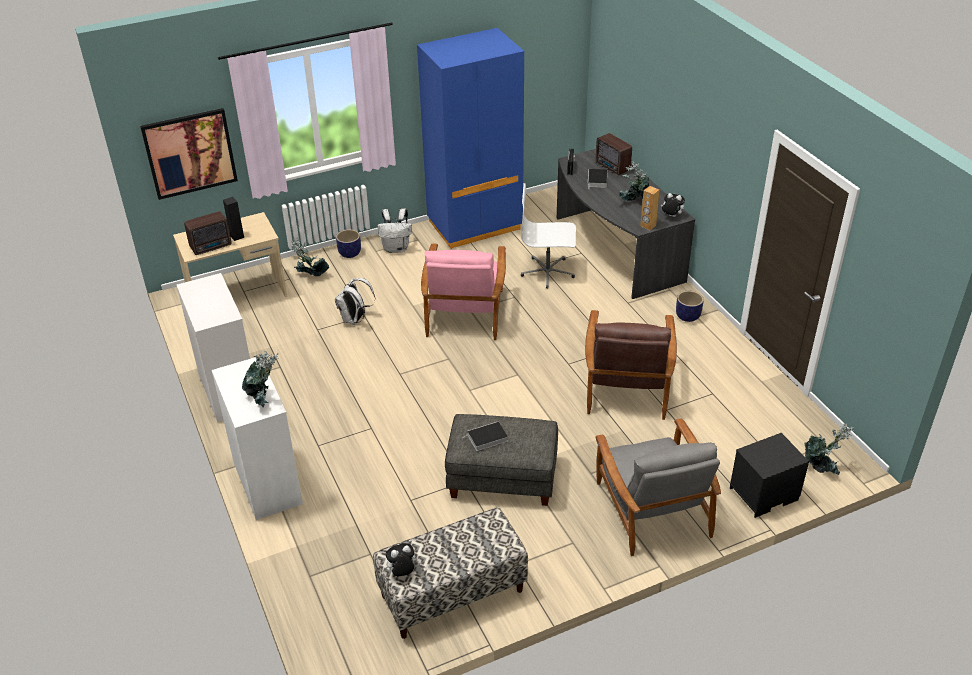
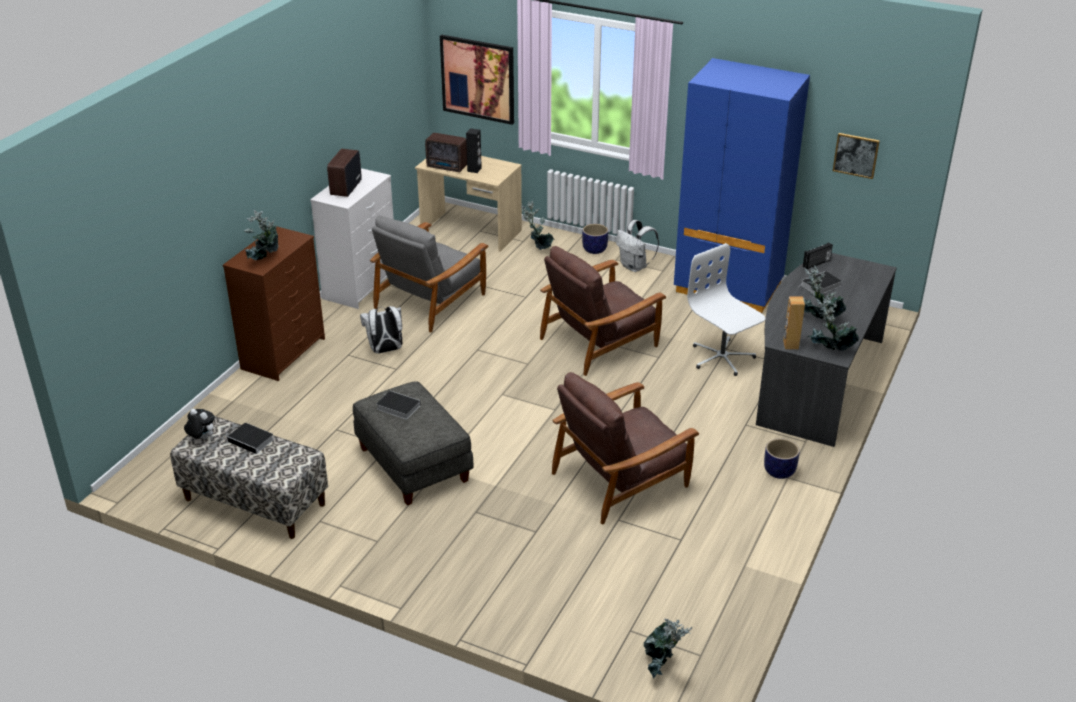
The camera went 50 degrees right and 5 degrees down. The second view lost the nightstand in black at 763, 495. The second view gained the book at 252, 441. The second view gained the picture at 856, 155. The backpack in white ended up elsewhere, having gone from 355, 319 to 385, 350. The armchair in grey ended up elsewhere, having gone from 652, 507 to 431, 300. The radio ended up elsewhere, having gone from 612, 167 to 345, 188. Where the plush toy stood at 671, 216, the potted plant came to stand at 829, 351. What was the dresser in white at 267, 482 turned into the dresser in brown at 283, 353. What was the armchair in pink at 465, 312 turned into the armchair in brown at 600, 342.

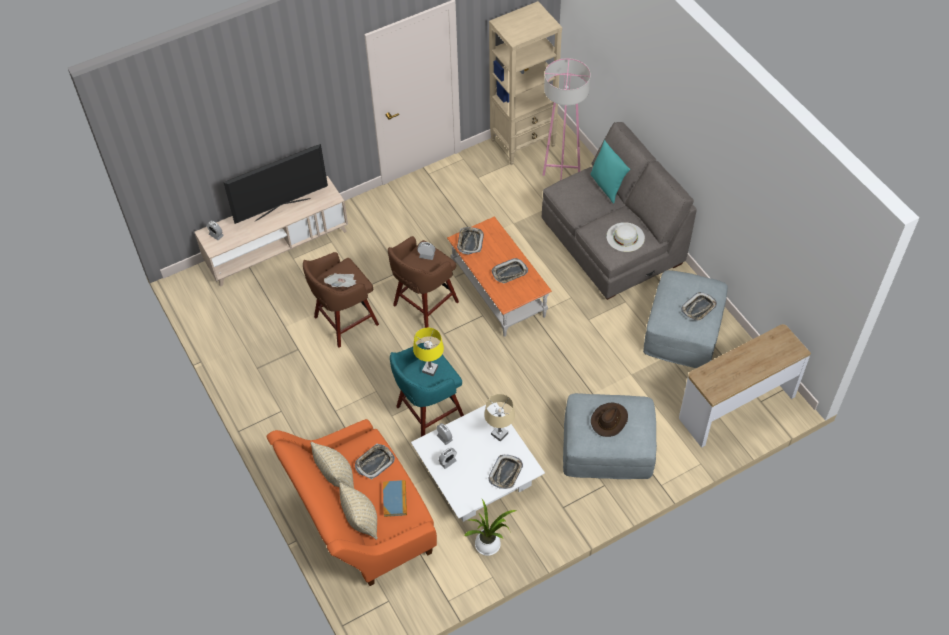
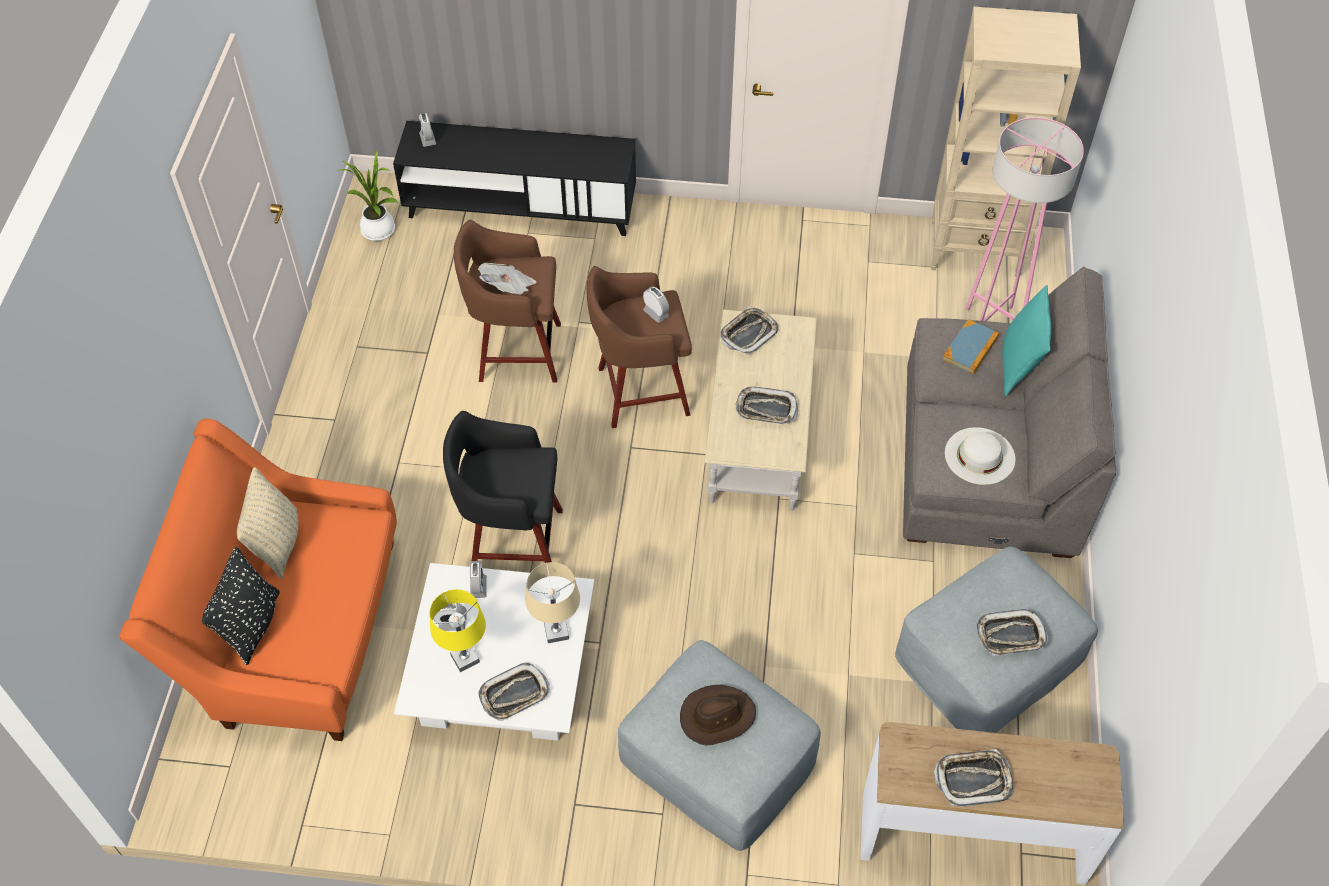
The camera went 35 degrees right and 0 degrees up. The second view lost the television at 282, 209. The tray ended up elsewhere, having gone from 374, 462 to 973, 780. The book ended up elsewhere, having gone from 395, 499 to 970, 349. The table lamp in yellow ended up elsewhere, having gone from 430, 369 to 465, 658. The potted plant ended up elsewhere, having gone from 490, 545 to 380, 232. What was the tv stand in beige at 277, 247 turned into the tv stand in black at 521, 207. What was the pillow in beige at 361, 521 turned into the pillow in black at 252, 625. What was the stool in turquoise at 428, 413 turned into the stool in black at 512, 542. What was the coffee table in orange at 498, 291 turned into the coffee table in beige at 758, 433.

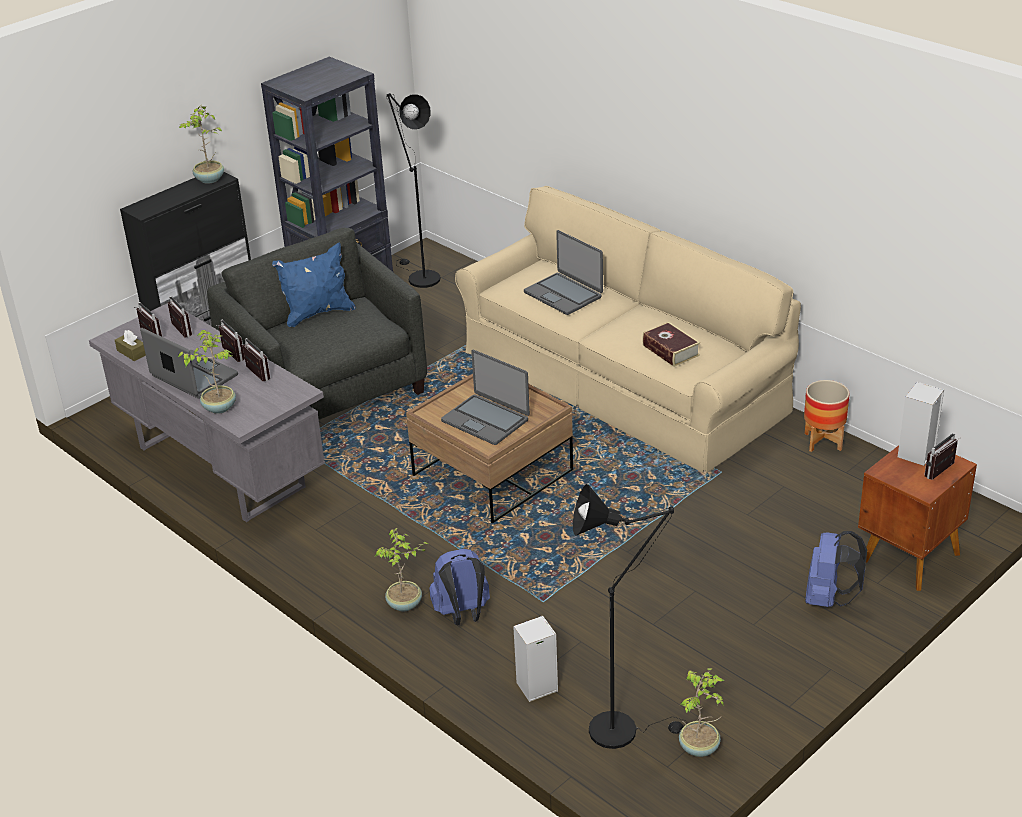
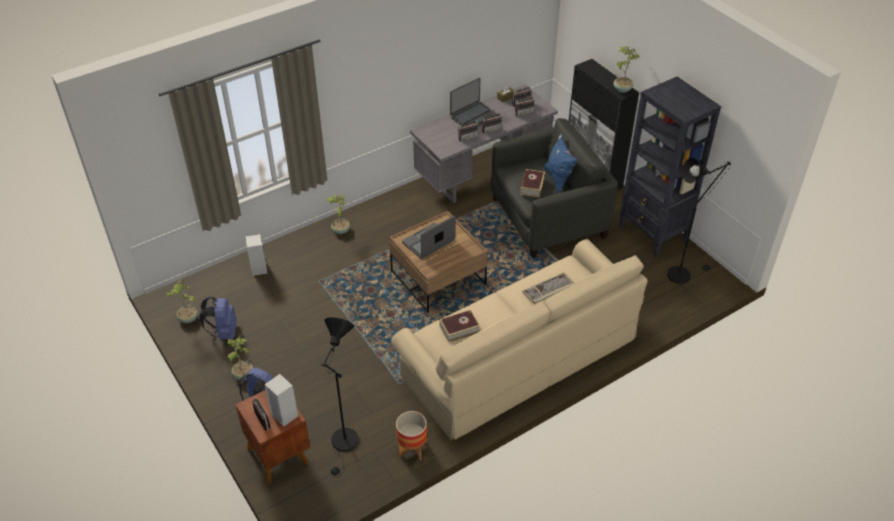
The camera went 100 degrees right and 10 degrees up. The second view gained the book at 532, 186. The potted plant ended up elsewhere, having gone from 219, 407 to 244, 375. The backpack in blue ended up elsewhere, having gone from 462, 614 to 224, 332. The floor lamp in black ended up elsewhere, having gone from 622, 728 to 344, 445. Where the laptop stood at 563, 294, the keyboard came to stand at 548, 290.

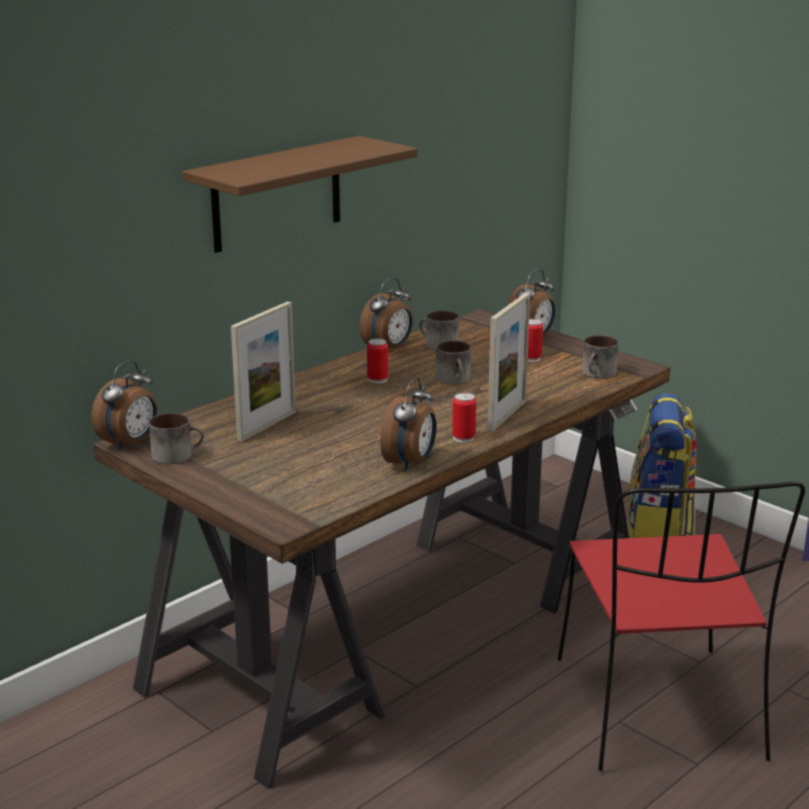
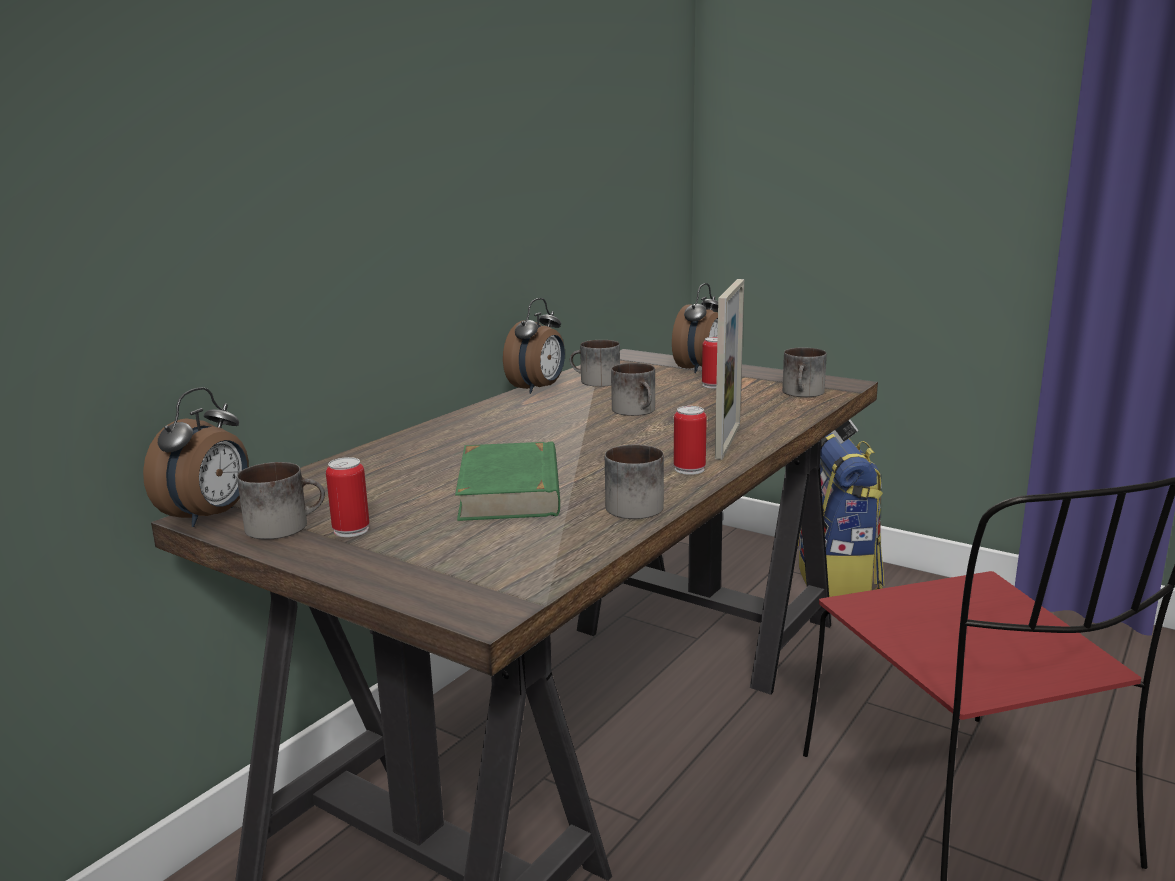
The camera went 10 degrees left and 5 degrees down. The second view lost the shelf in brown at 277, 194. The second view lost the picture frame at 267, 426. The second view gained the book in green at 511, 490. The can ended up elsewhere, having gone from 377, 379 to 351, 530. Where the alarm clock stood at 410, 463, the mug came to stand at 636, 504.

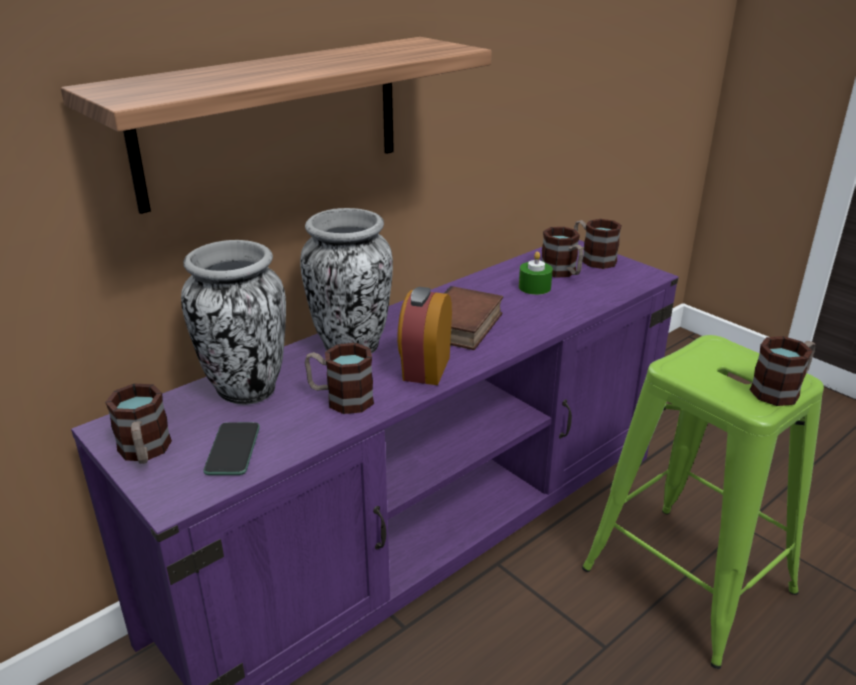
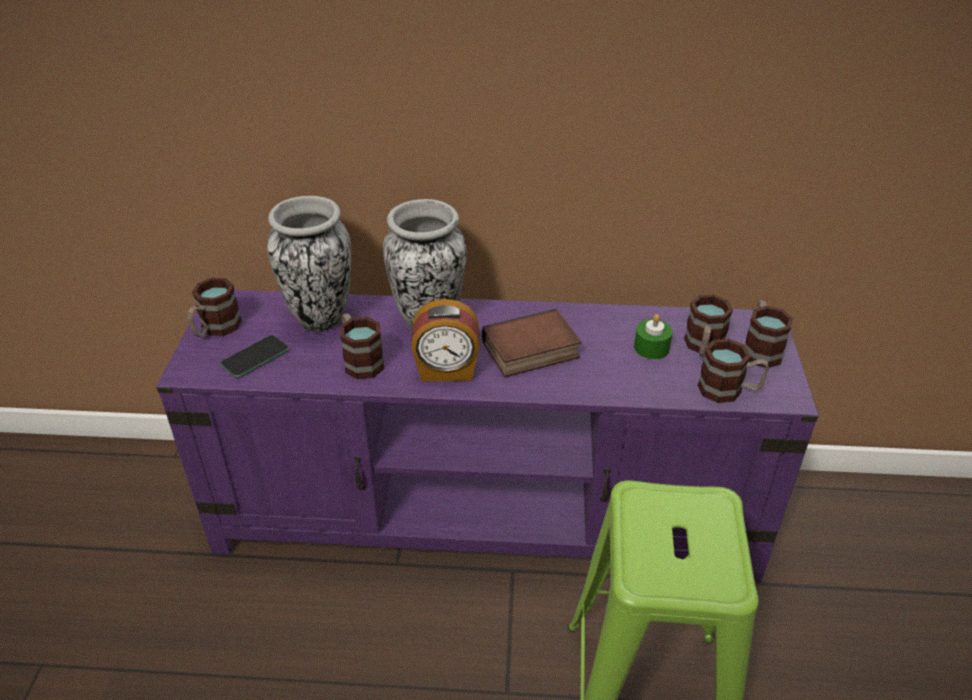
The camera went 45 degrees right and 10 degrees up. The second view lost the shelf at 272, 120. The mug ended up elsewhere, having gone from 781, 390 to 729, 390. The alarm clock at 425, 368 ended up facing another way, 150 degrees counterclockwise from before.

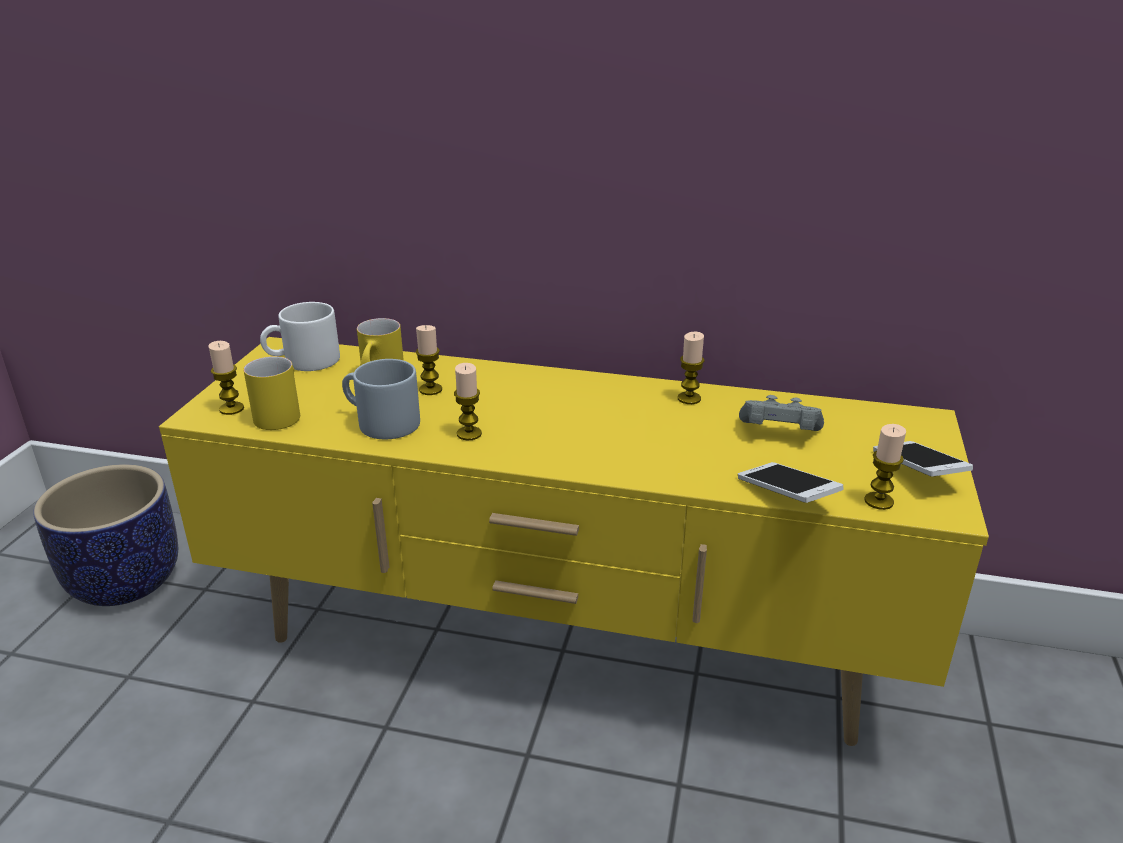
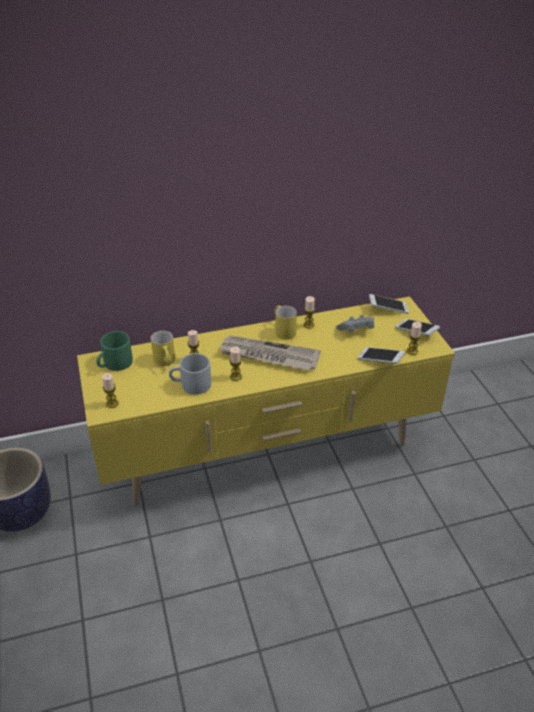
The camera went 30 degrees left and 10 degrees up. The second view gained the newspaper at 268, 356. The second view gained the phone at 387, 309. The mug in yellow ended up elsewhere, having gone from 281, 413 to 283, 330. What was the mug in white at 303, 362 turned into the mug in green at 115, 364.

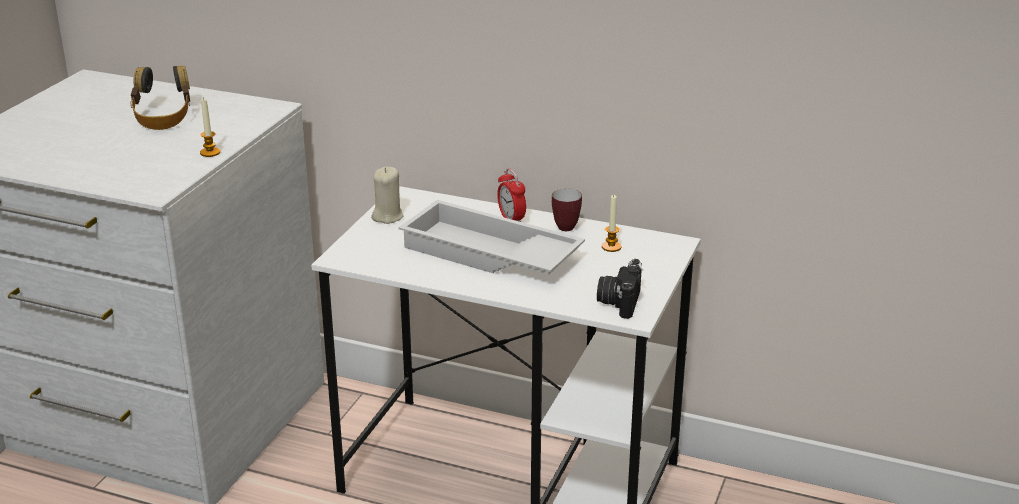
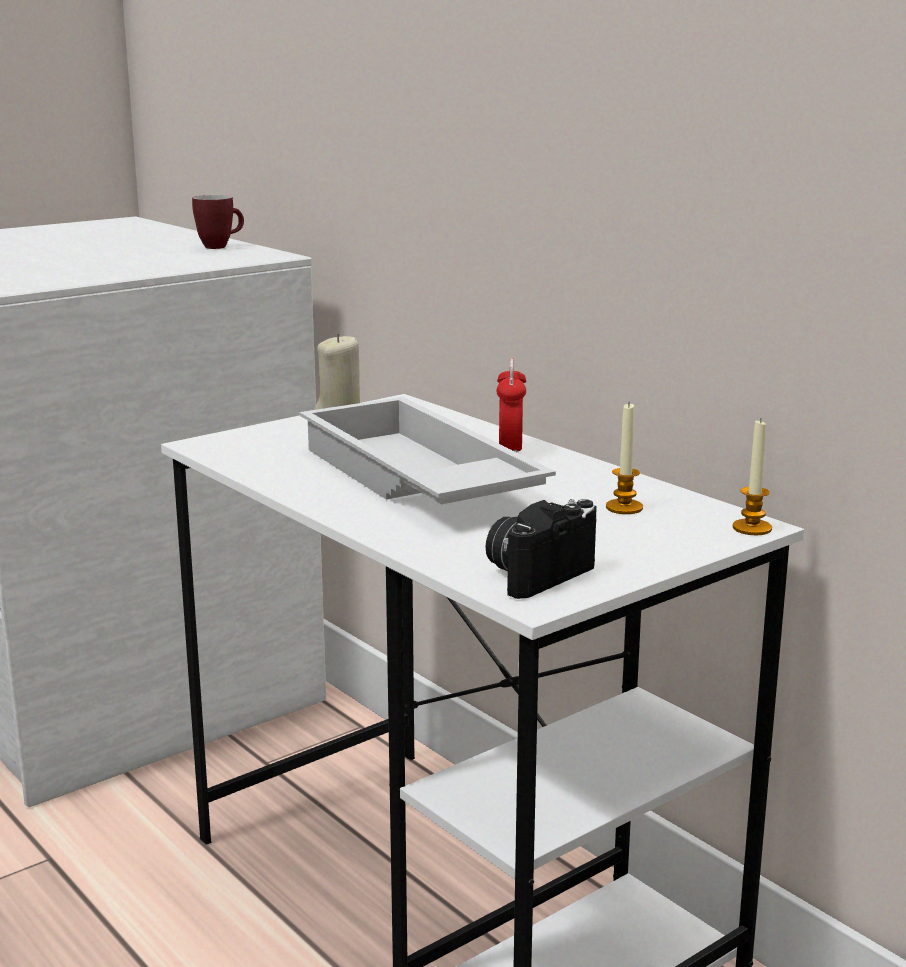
The camera went 30 degrees right and 10 degrees down. The second view lost the headphones at 163, 118. The candle ended up elsewhere, having gone from 210, 152 to 752, 528. The mug ended up elsewhere, having gone from 567, 226 to 220, 246.

